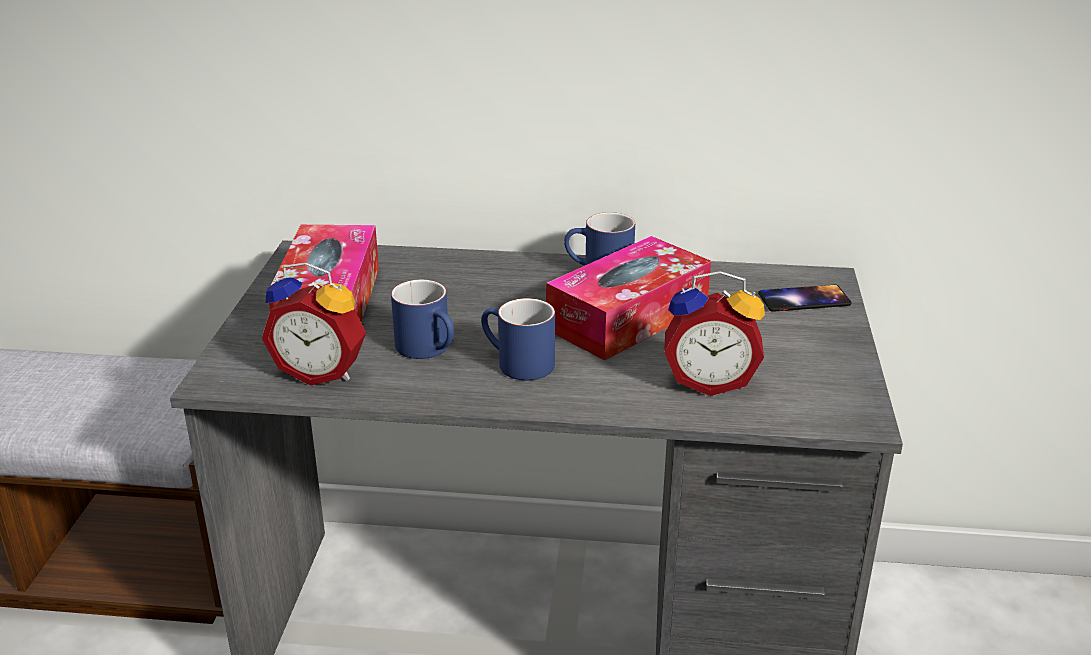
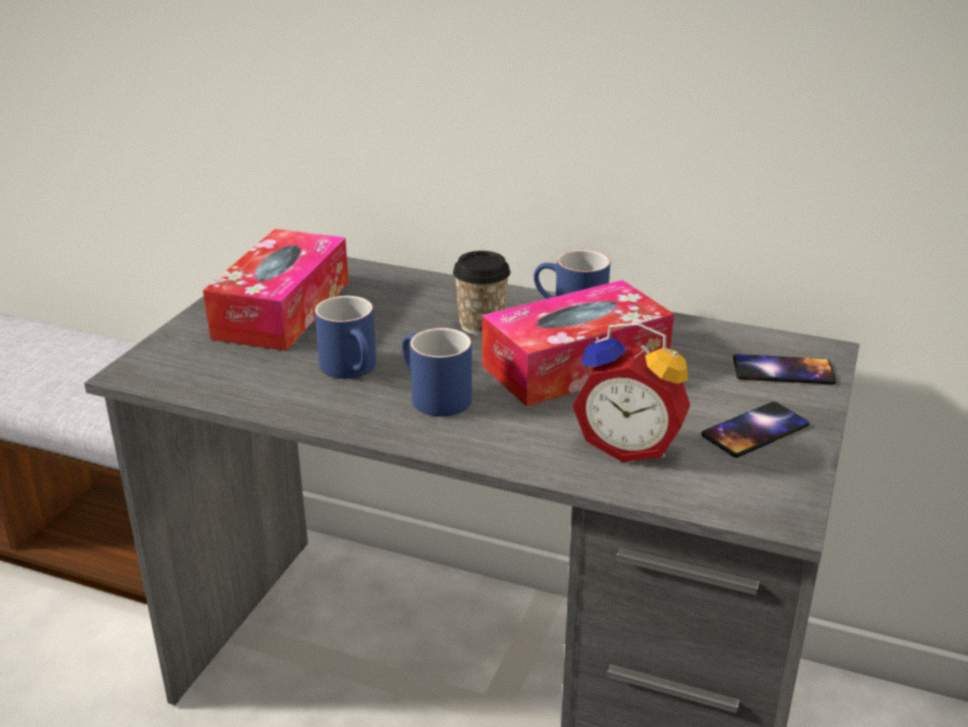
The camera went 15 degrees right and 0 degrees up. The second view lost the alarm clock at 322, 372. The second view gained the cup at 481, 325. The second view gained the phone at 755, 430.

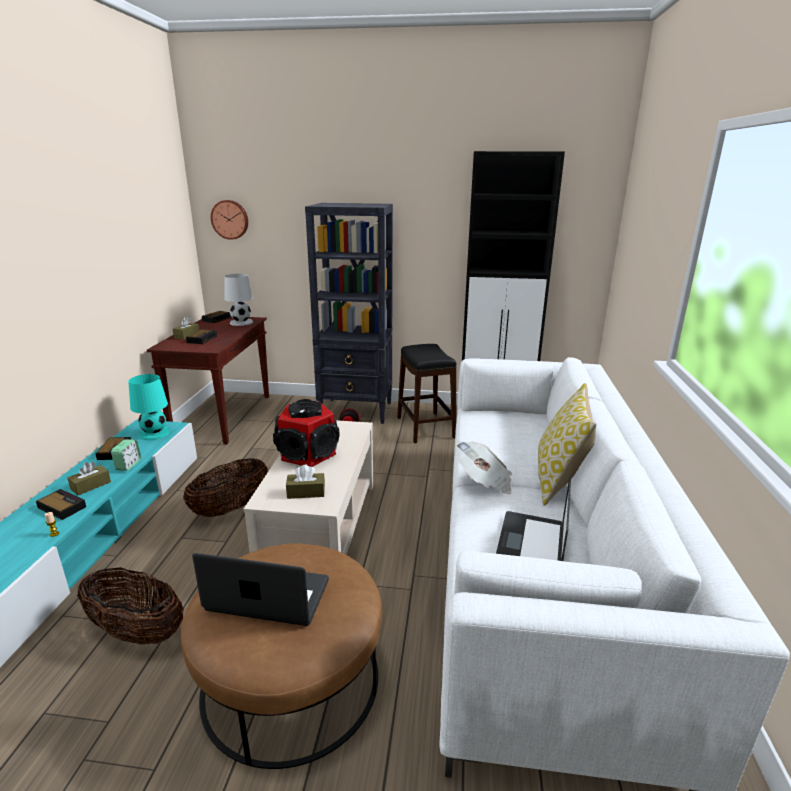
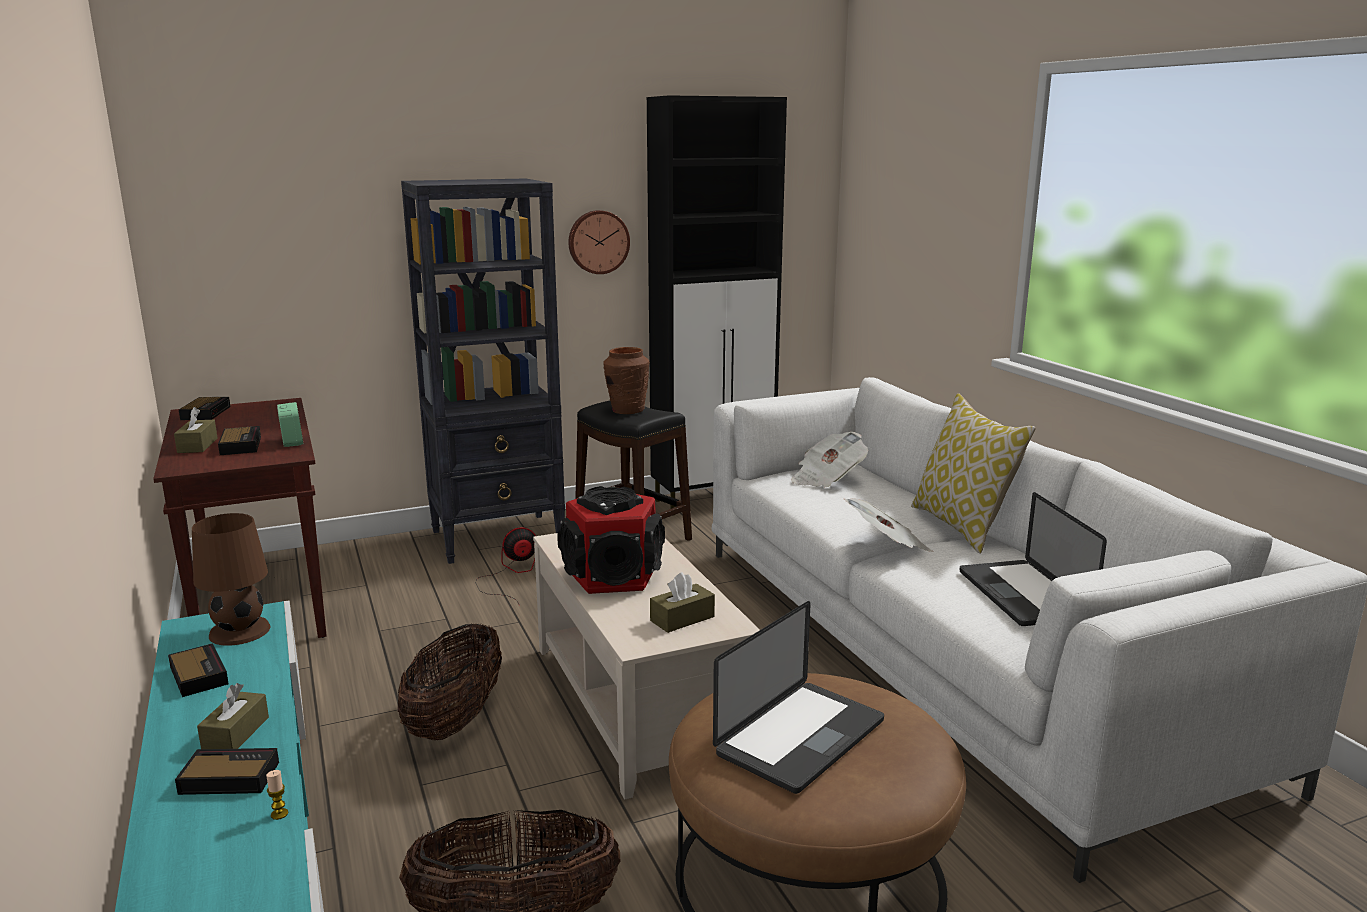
The camera went 30 degrees left and 5 degrees down. The second view lost the table lamp in white at 241, 322. The second view gained the vase in brown at 627, 410. The second view gained the newspaper at 827, 479. The alarm clock ended up elsewhere, having gone from 128, 465 to 292, 442. The wall clock ended up elsewhere, having gone from 230, 219 to 598, 242. What was the table lamp in turquoise at 154, 433 turned into the table lamp in brown at 239, 631. The laptop at 268, 596 ended up facing another way, 150 degrees clockwise from before.

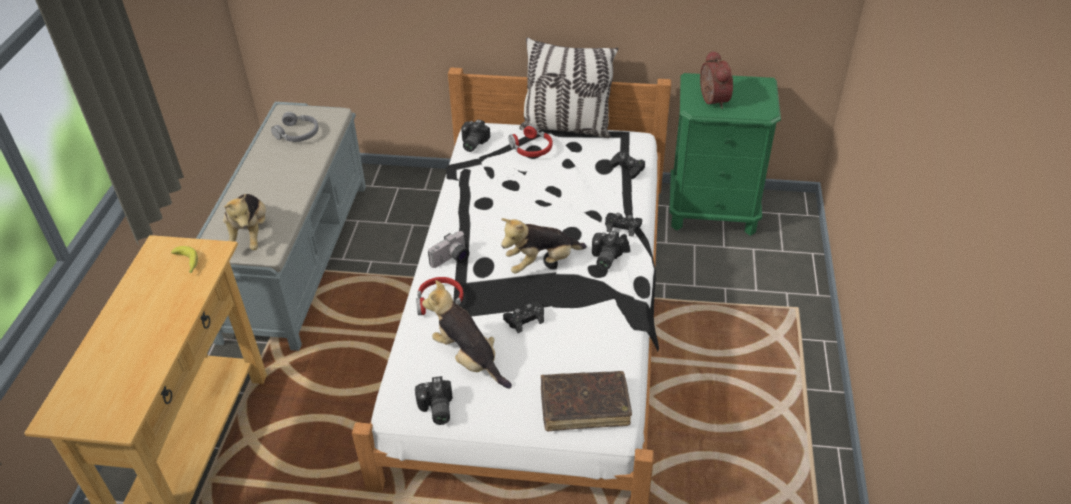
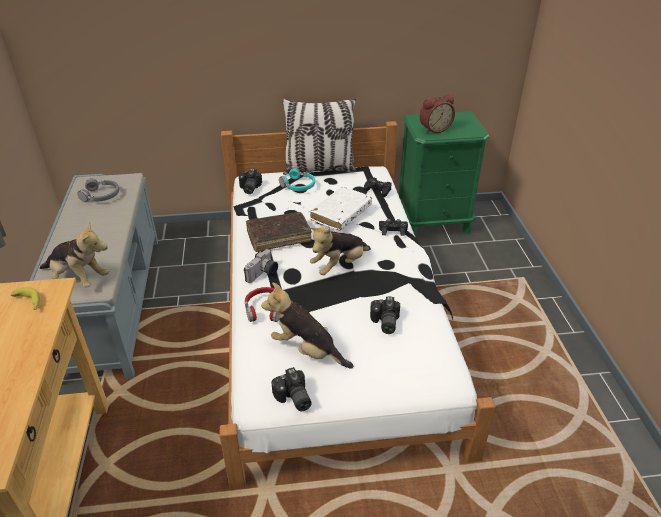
The camera went 15 degrees left and 5 degrees down. The second view lost the game controller in black at 524, 319. The second view gained the book in white at 341, 214. The book in brown ended up elsewhere, having gone from 584, 406 to 279, 236. The photo camera ended up elsewhere, having gone from 604, 258 to 384, 323. What was the headphones in red at 531, 148 turned into the headphones in turquoise at 298, 185. The plush toy at 250, 235 ended up facing another way, 45 degrees counterclockwise from before. The alarm clock at 711, 100 ended up facing another way, 90 degrees clockwise from before.

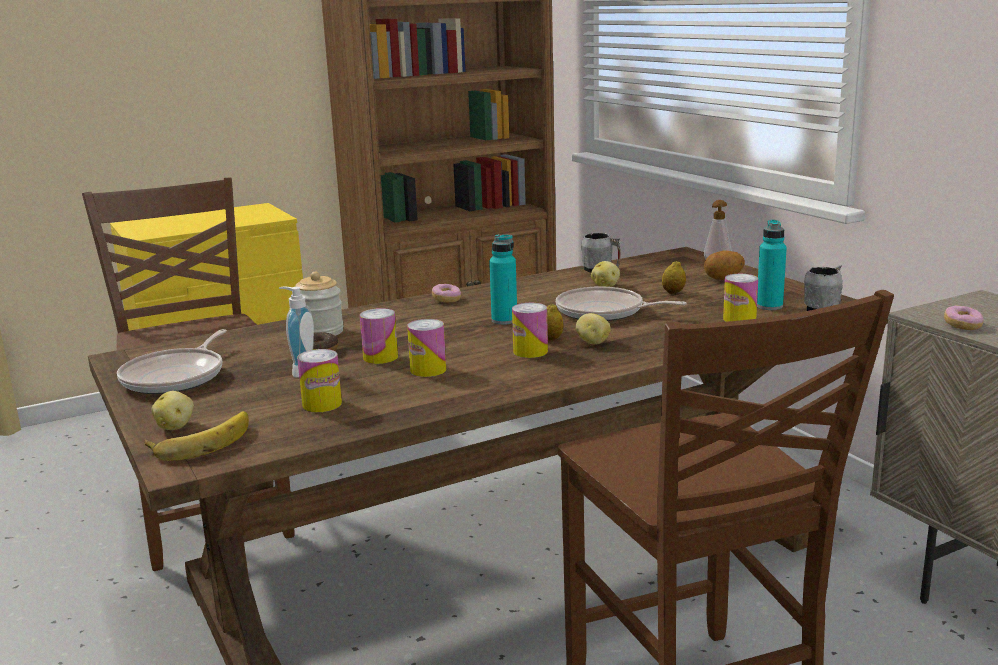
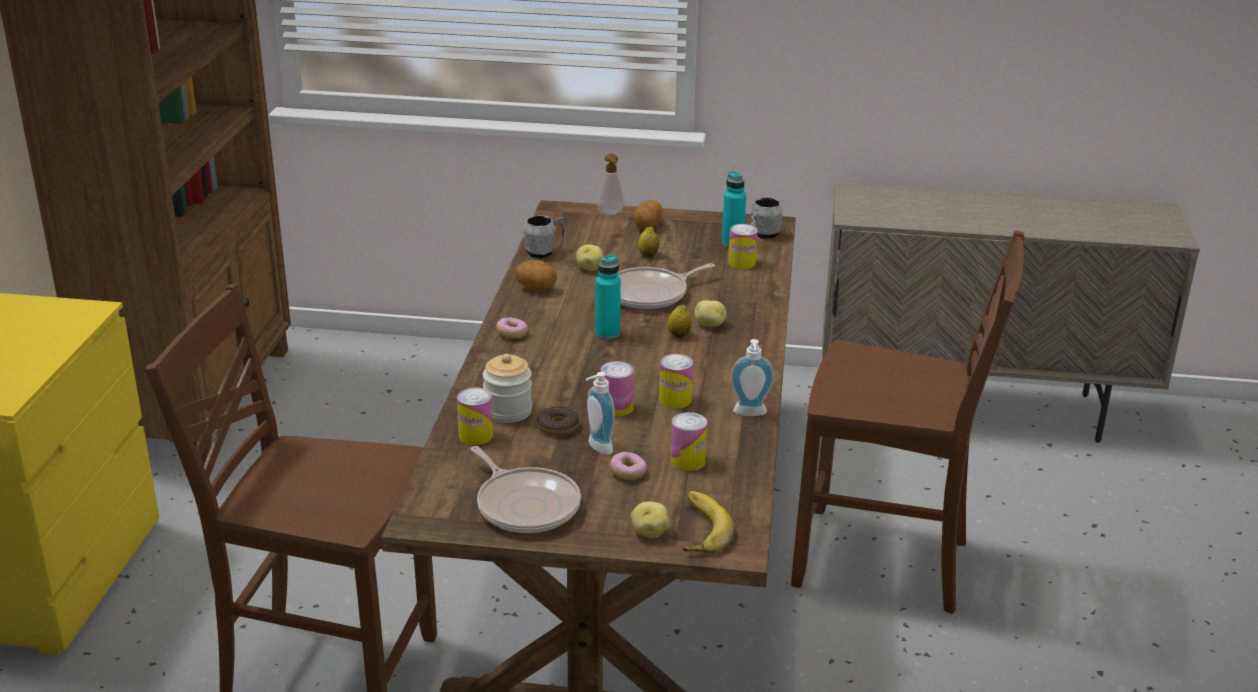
The camera went 55 degrees left and 10 degrees up. The second view gained the potato at 536, 288. The second view gained the soap dispenser at 750, 414. The can ended up elsewhere, having gone from 530, 351 to 475, 435. The donut ended up elsewhere, having gone from 962, 326 to 628, 473.

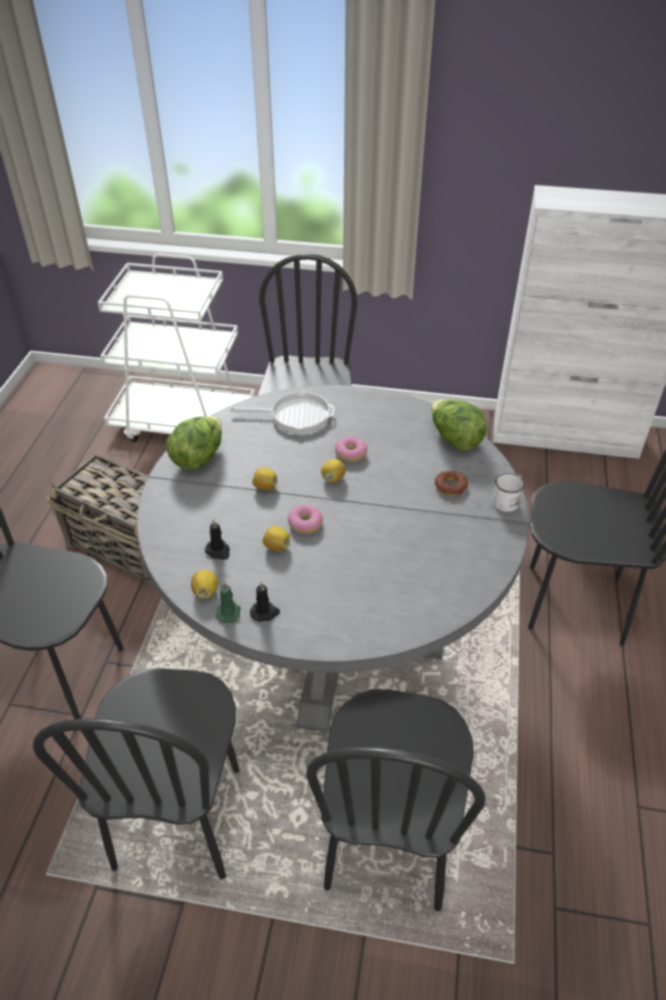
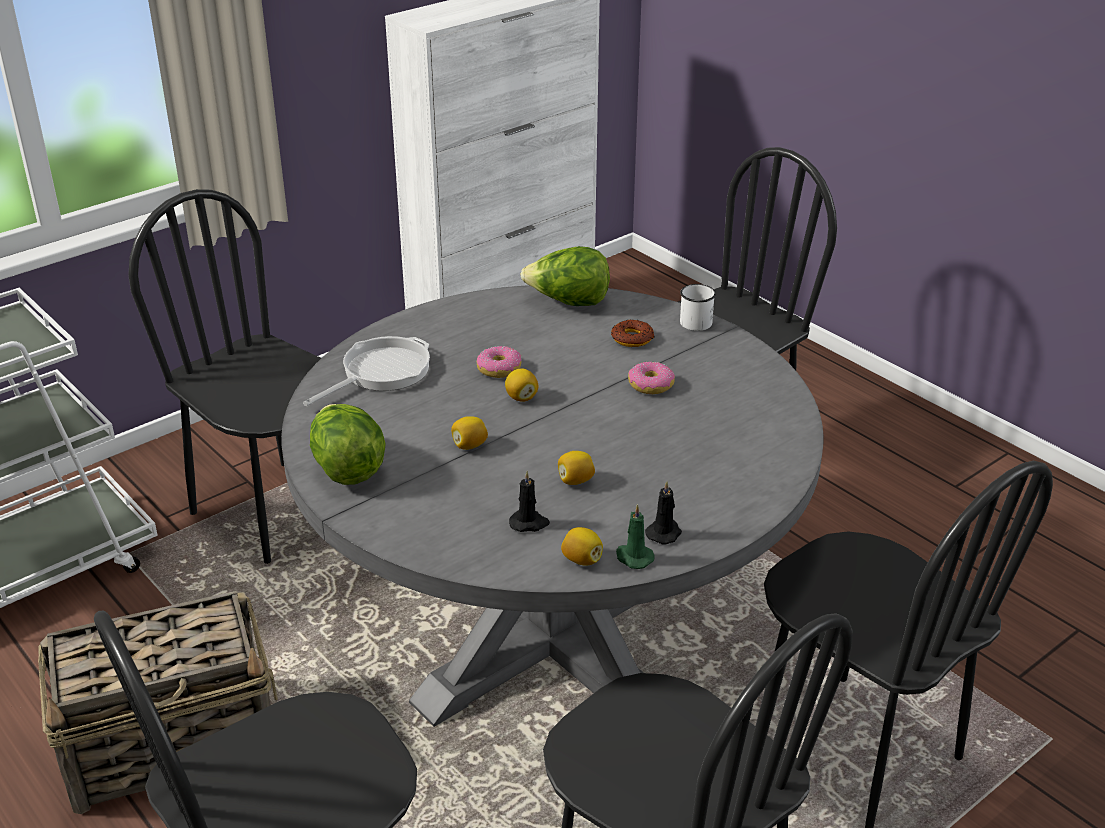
The camera went 50 degrees left and 10 degrees down. The donut ended up elsewhere, having gone from 305, 523 to 650, 385.

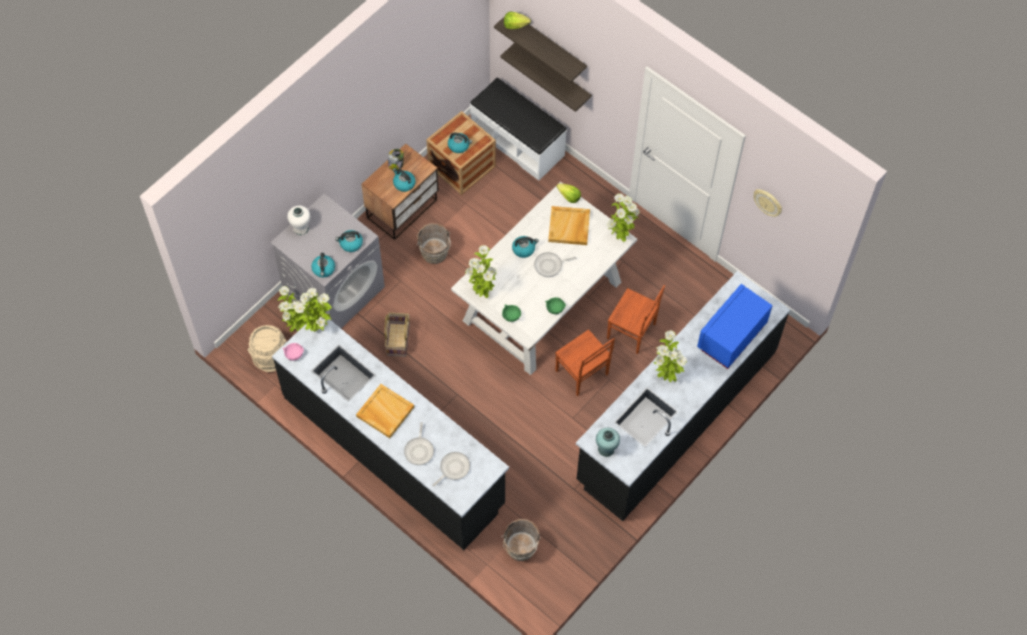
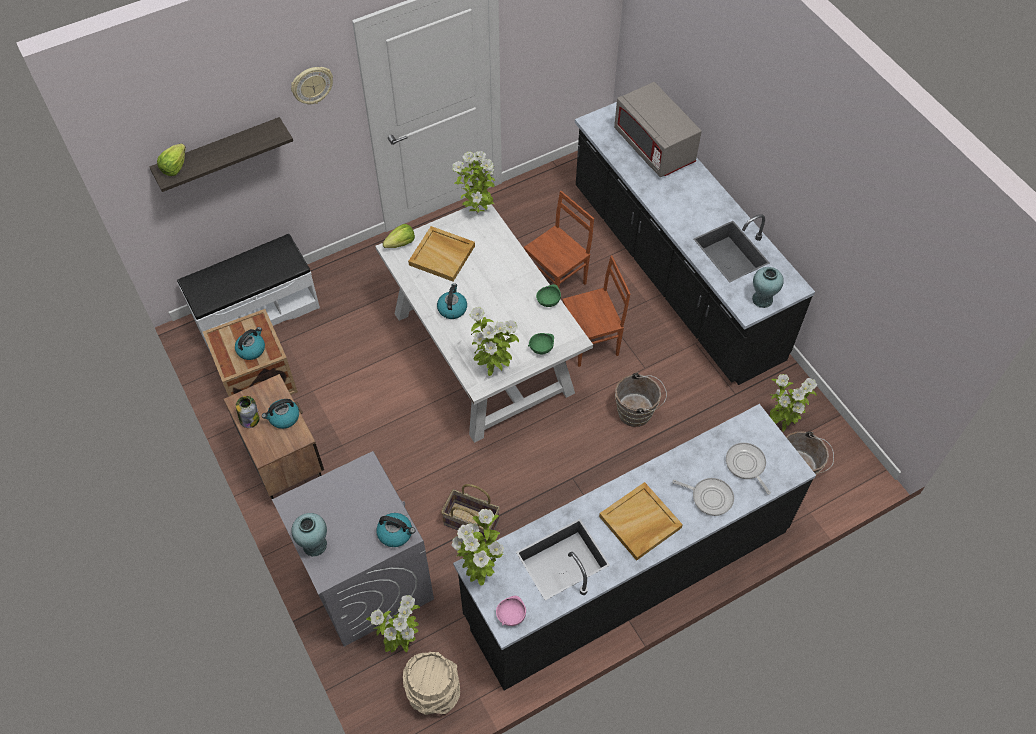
The camera went 70 degrees left and 5 degrees down. The second view lost the kettle at 350, 244. The second view lost the shelf at 553, 75. The second view lost the frying pan at 550, 265. The bucket in brown ended up elsewhere, having gone from 435, 254 to 637, 412. The potted plant ended up elsewhere, having gone from 666, 375 to 781, 424. The wall clock ended up elsewhere, having gone from 768, 202 to 312, 85. What was the vase in white at 301, 228 turned into the vase in turquoise at 314, 545. What was the microwave in blue at 731, 336 turned into the microwave in grey at 654, 147.

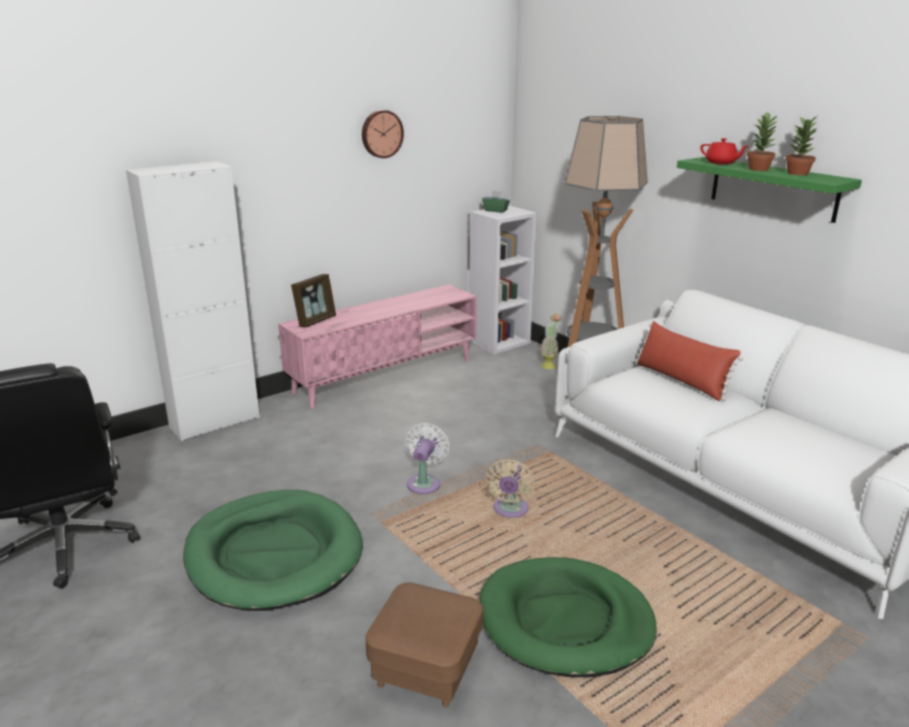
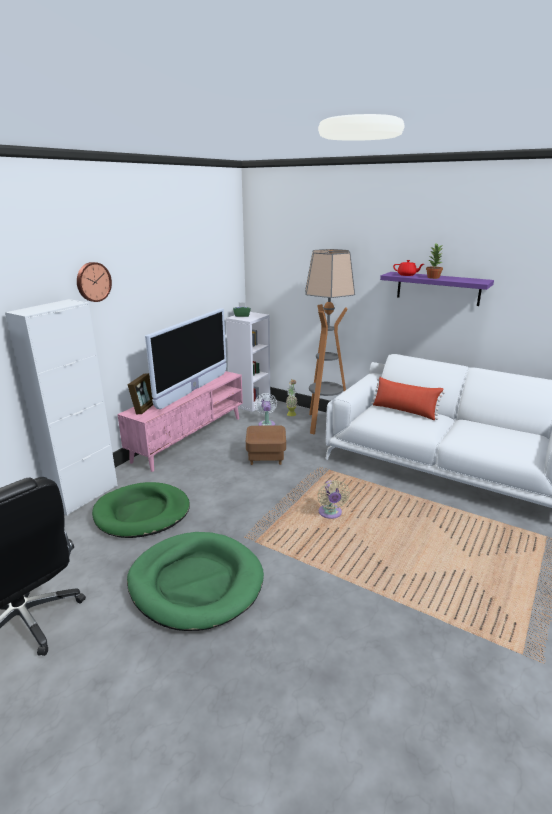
The camera went 20 degrees left and 0 degrees up. The second view lost the potted plant at 797, 173. The second view gained the television at 193, 390. The wall clock ended up elsewhere, having gone from 381, 134 to 93, 282. The ottoman in brown ended up elsewhere, having gone from 426, 669 to 266, 457. The fan in white ended up elsewhere, having gone from 425, 482 to 266, 424. The dog bed in green ended up elsewhere, having gone from 565, 621 to 142, 513. What was the shelf in green at 773, 188 turned into the shelf in purple at 438, 288.

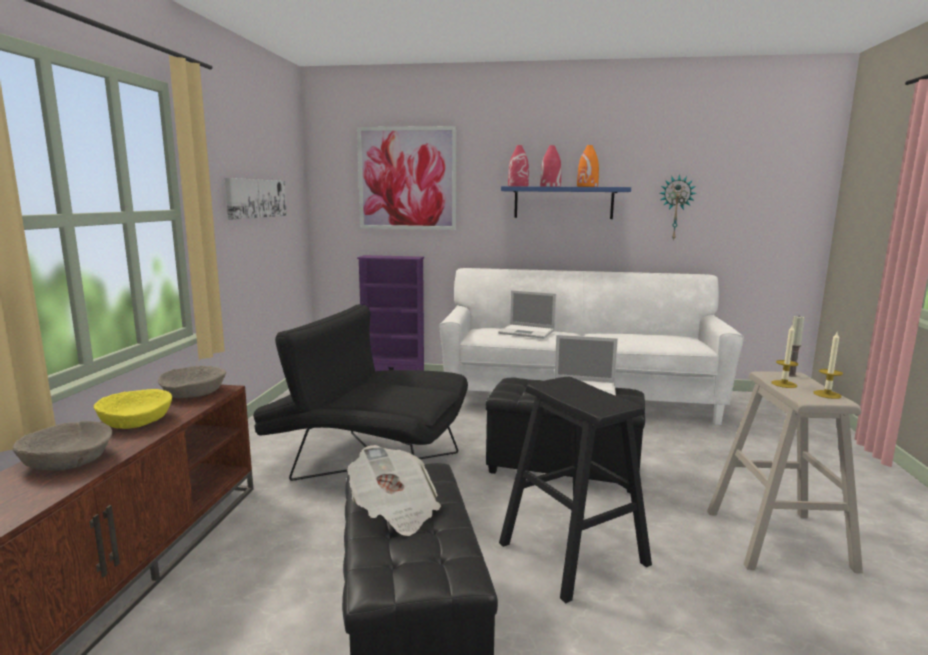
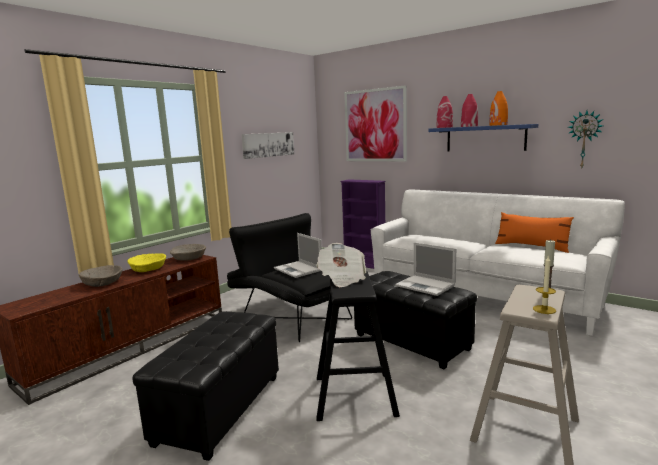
The camera went 30 degrees right and 0 degrees up. The second view lost the candle at 784, 384. The second view gained the pillow in orange at 531, 246. The newspaper ended up elsewhere, having gone from 395, 511 to 342, 278. The laptop ended up elsewhere, having gone from 528, 332 to 298, 270.

